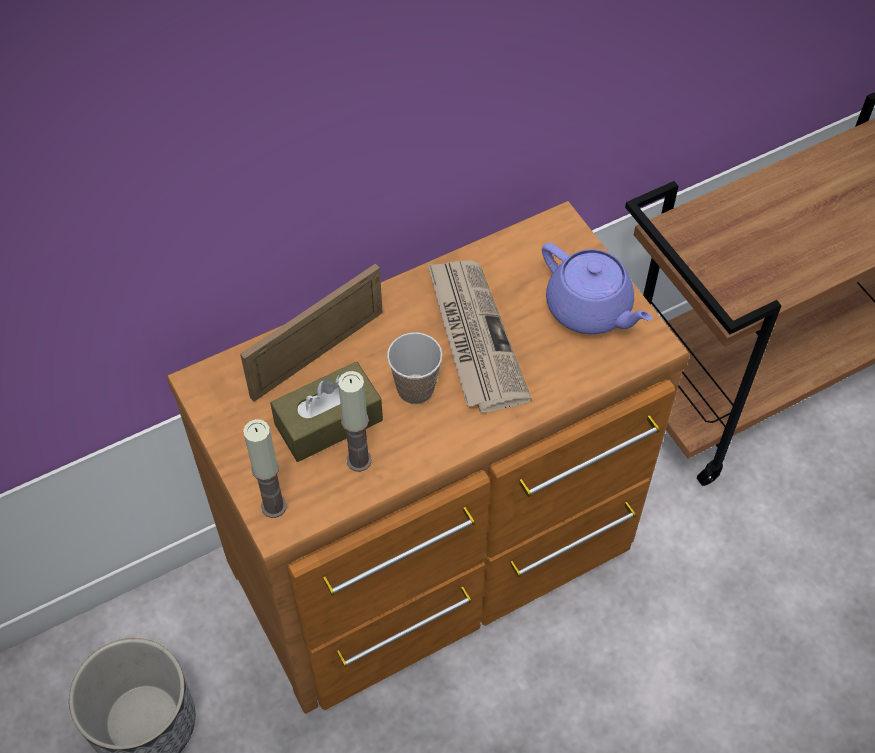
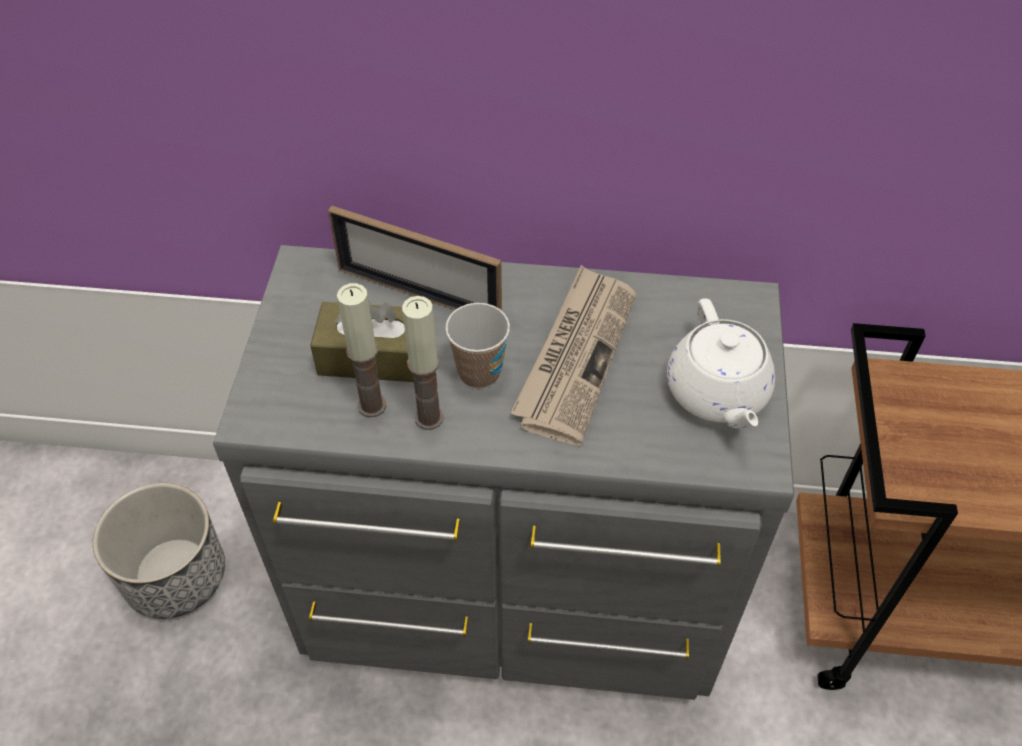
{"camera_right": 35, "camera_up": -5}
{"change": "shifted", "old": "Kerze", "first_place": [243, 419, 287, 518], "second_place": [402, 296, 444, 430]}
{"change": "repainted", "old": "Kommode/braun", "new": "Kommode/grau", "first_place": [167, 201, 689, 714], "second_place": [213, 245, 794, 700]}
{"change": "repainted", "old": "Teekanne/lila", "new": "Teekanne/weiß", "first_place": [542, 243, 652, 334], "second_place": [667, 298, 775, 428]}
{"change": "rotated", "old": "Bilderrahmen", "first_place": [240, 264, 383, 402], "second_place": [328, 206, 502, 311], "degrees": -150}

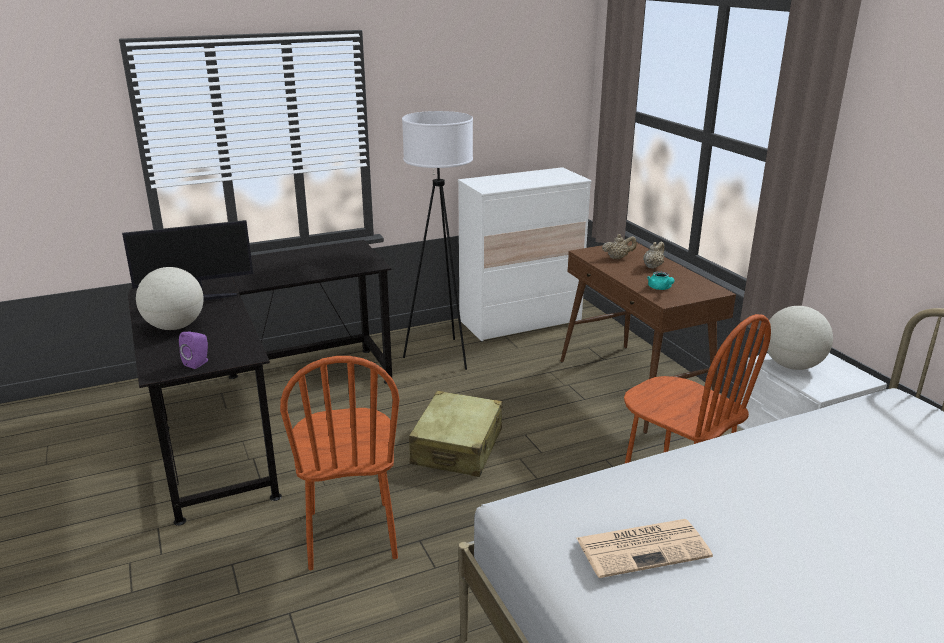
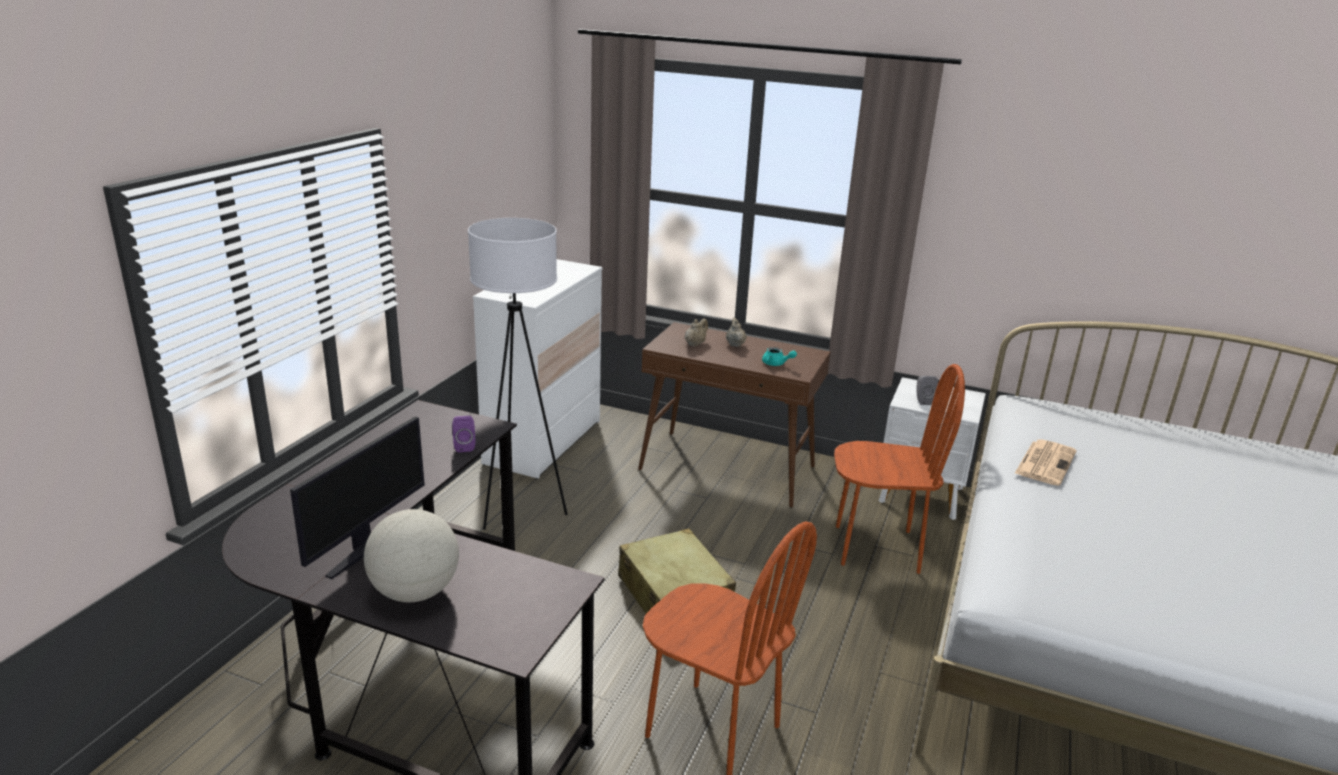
{"camera_right": -45, "camera_up": 0}
{"change": "shifted", "old": "Lautsprecher/lila", "first_place": [179, 332, 208, 369], "second_place": [452, 416, 475, 452]}
{"change": "shifted", "old": "Zeitung", "first_place": [577, 519, 713, 578], "second_place": [1014, 439, 1076, 486]}
{"change": "swapped", "old": "Globus", "new": "Lautsprecher/grau", "first_place": [764, 306, 833, 370], "second_place": [916, 376, 938, 405]}

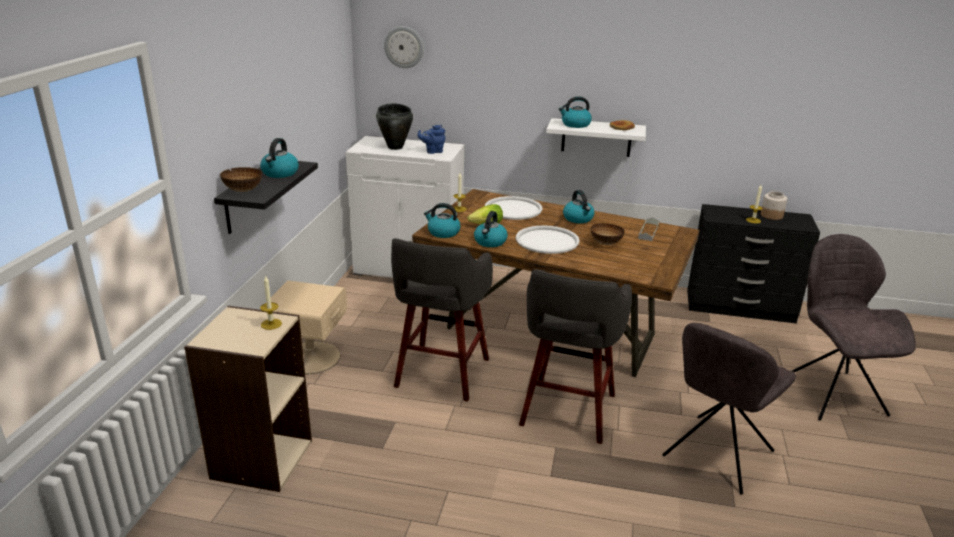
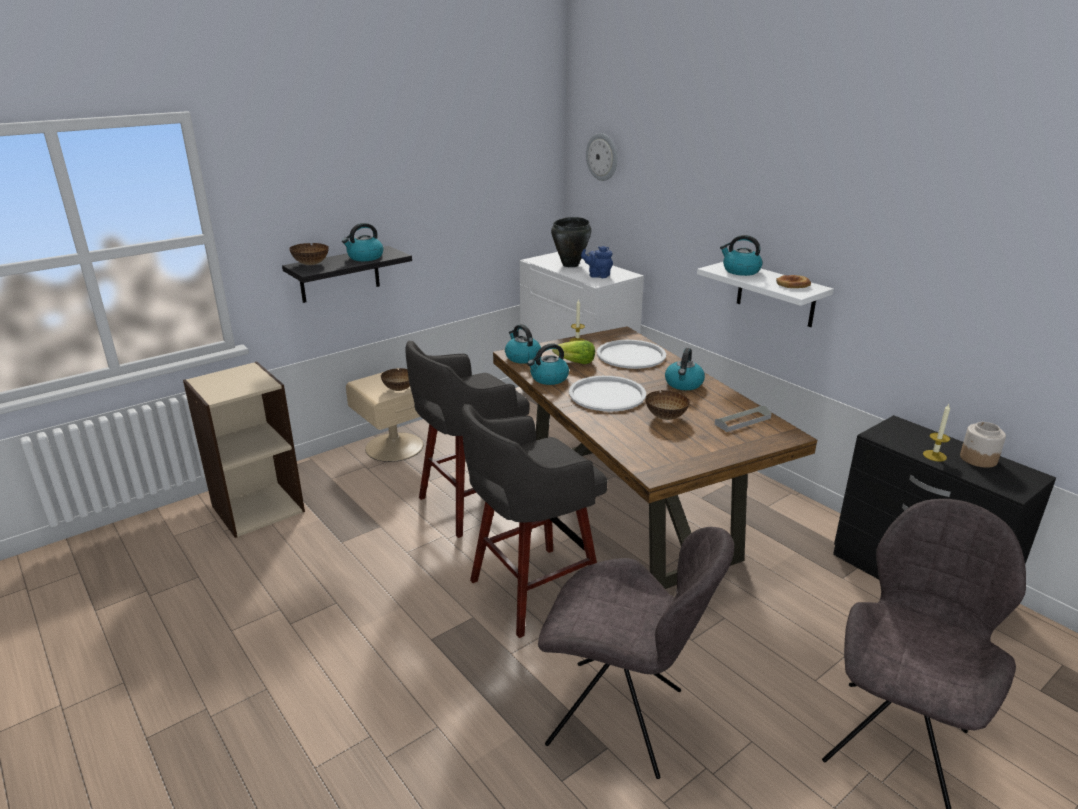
{"camera_right": 40, "camera_up": 0}
{"change": "gone", "old": "Kerze", "first_place": [260, 275, 282, 330]}
{"change": "new", "new": "Schüssel", "second_place": [381, 368, 410, 391]}
{"change": "rotated", "old": "Stuhl/grau", "first_place": [662, 323, 796, 495], "second_place": [538, 527, 734, 779], "degrees": -150}

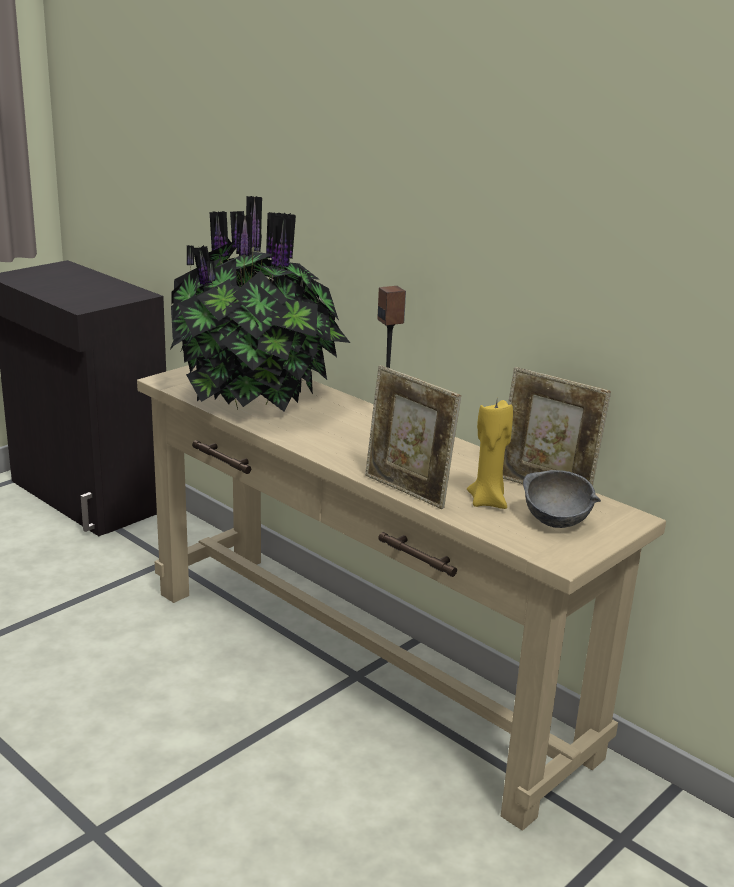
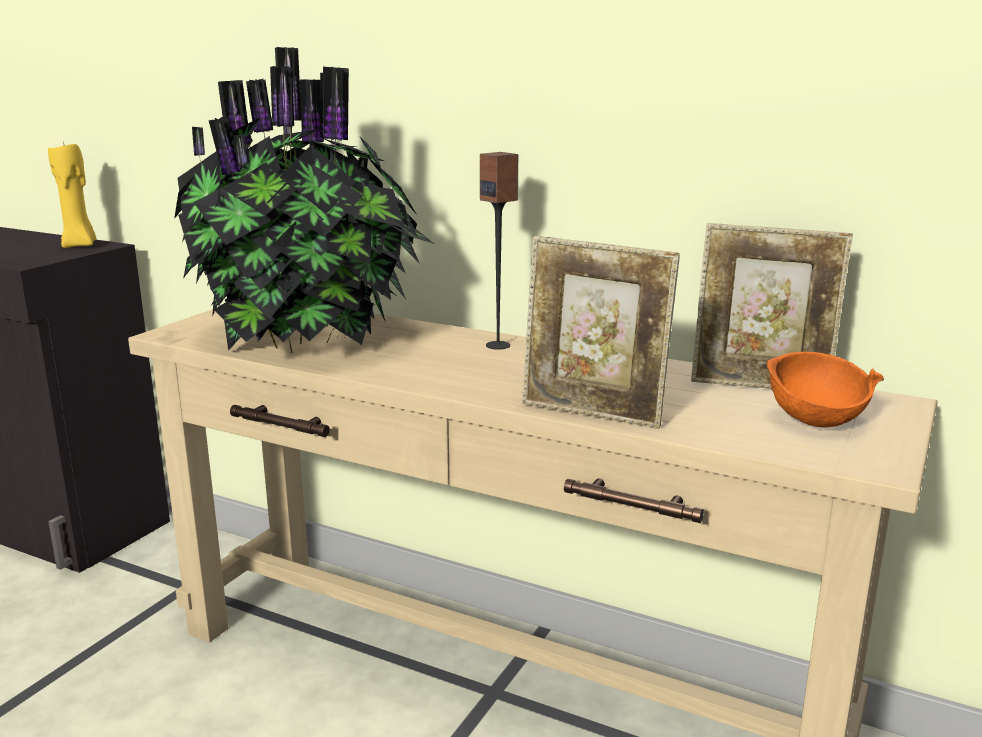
{"camera_right": -15, "camera_up": -5}
{"change": "shifted", "old": "Kerze/gelb", "first_place": [467, 400, 513, 509], "second_place": [48, 141, 97, 248]}
{"change": "repainted", "old": "Schüssel/grau", "new": "Schüssel/orange", "first_place": [523, 470, 601, 528], "second_place": [767, 352, 884, 428]}

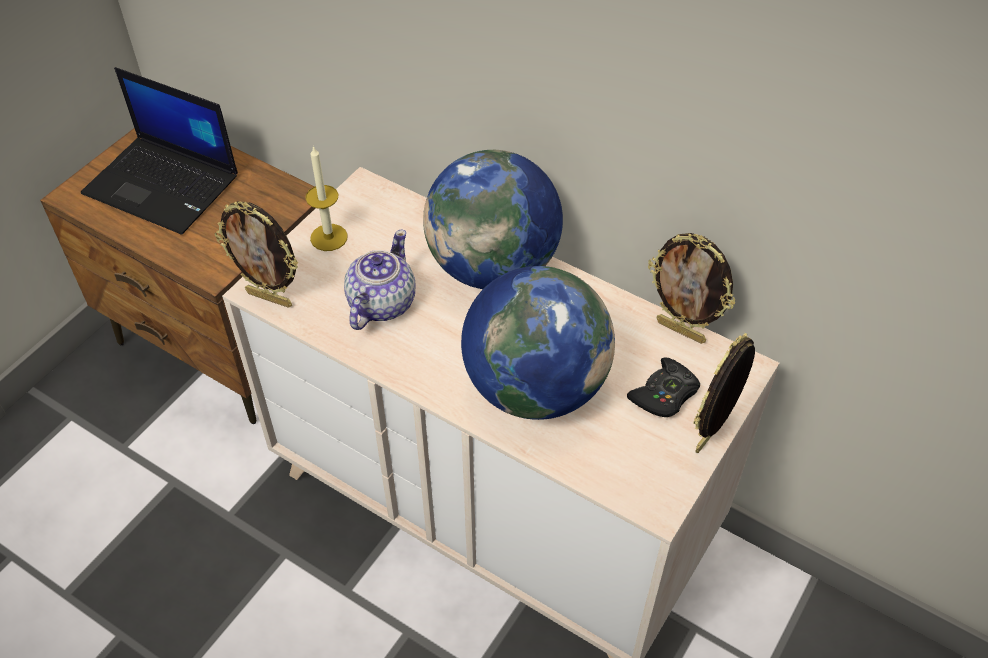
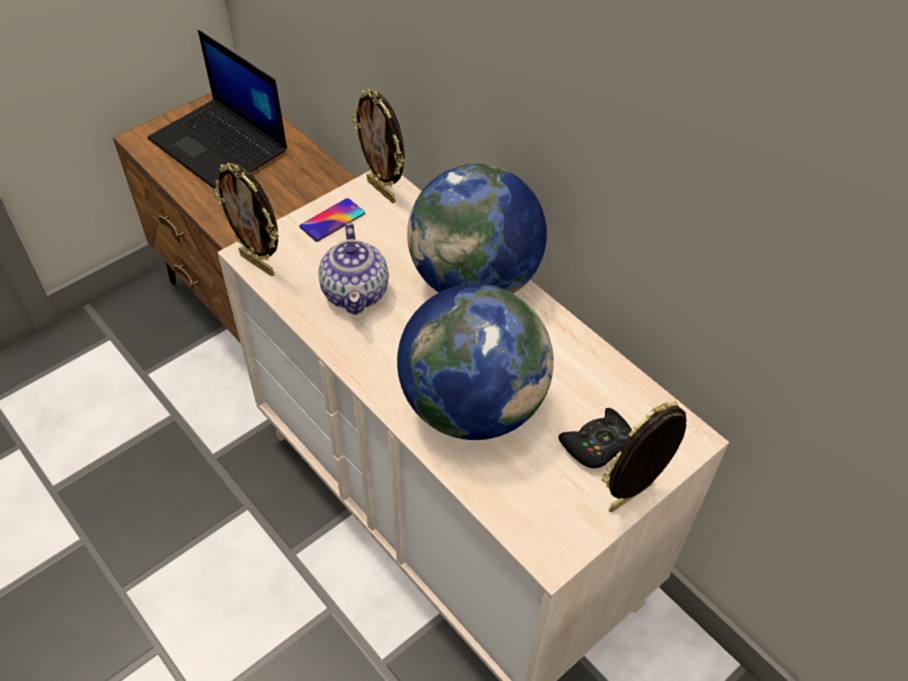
{"camera_right": 15, "camera_up": 0}
{"change": "shifted", "old": "Bilderrahmen", "first_place": [648, 233, 735, 344], "second_place": [352, 89, 405, 203]}
{"change": "swapped", "old": "Kerze", "new": "Handy", "first_place": [306, 146, 348, 251], "second_place": [299, 198, 365, 242]}
{"change": "rotated", "old": "Teekanne", "first_place": [344, 230, 415, 330], "second_place": [318, 223, 389, 315], "degrees": 135}

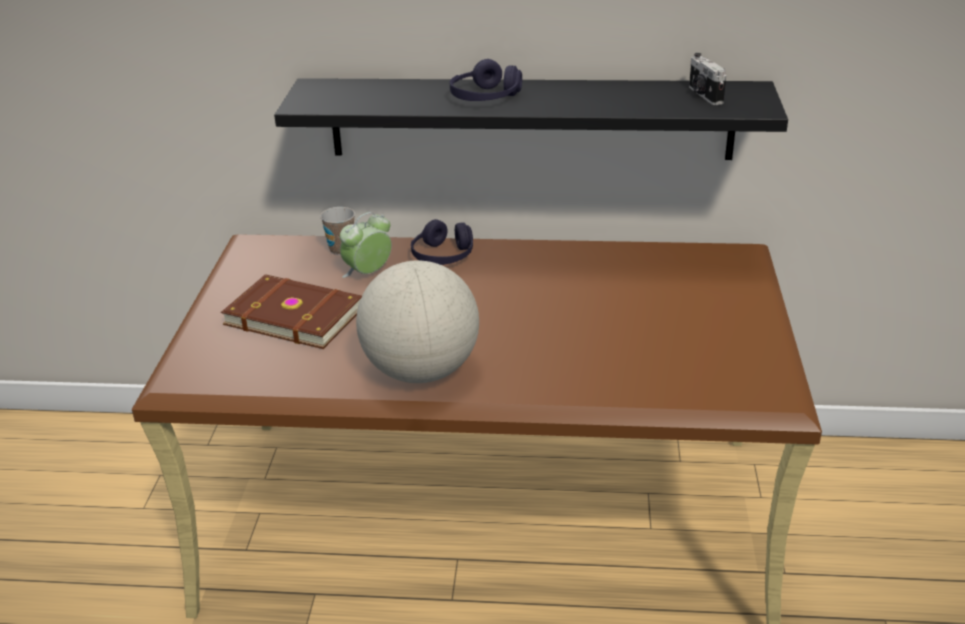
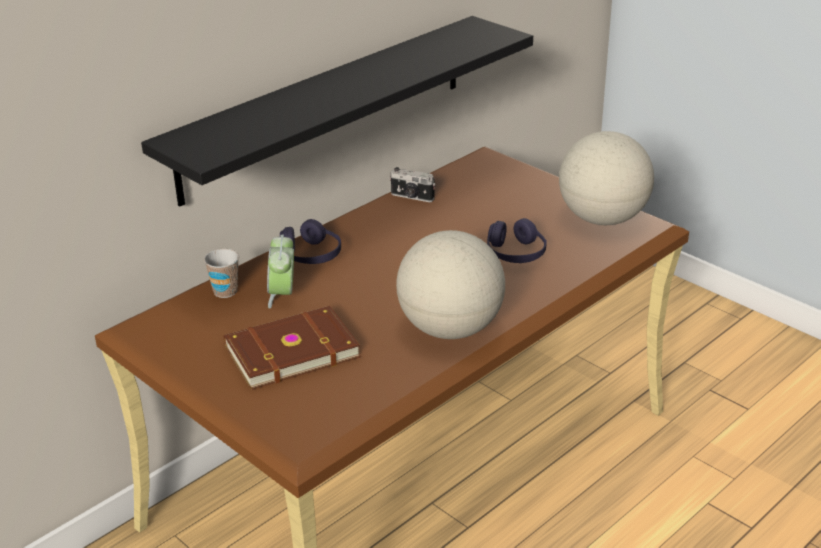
{"camera_right": -50, "camera_up": 0}
{"change": "new", "new": "Globus", "second_place": [559, 131, 654, 225]}
{"change": "shifted", "old": "Kopfhörer/lila", "first_place": [450, 59, 522, 101], "second_place": [487, 218, 547, 263]}
{"change": "shifted", "old": "Kamera", "first_place": [689, 53, 726, 105], "second_place": [390, 167, 435, 202]}

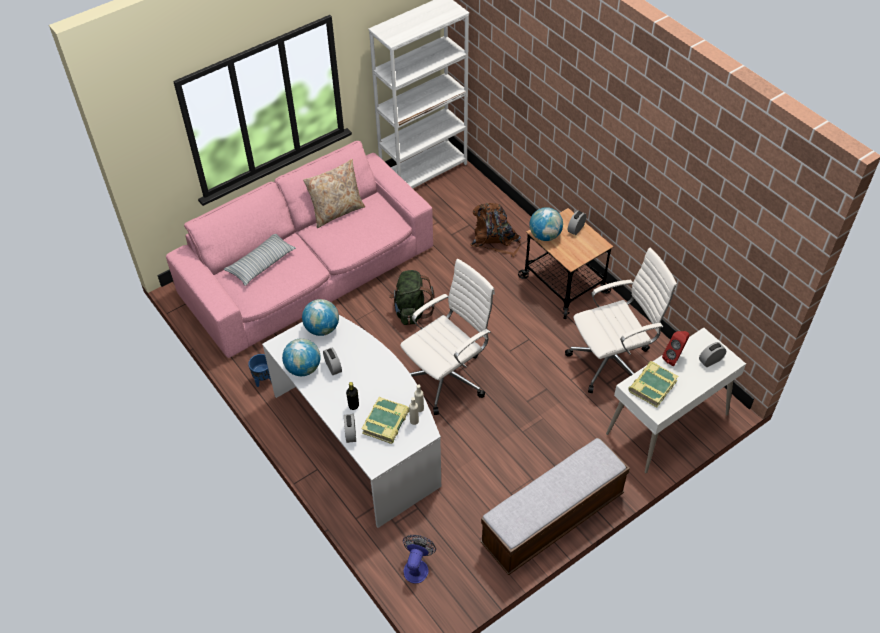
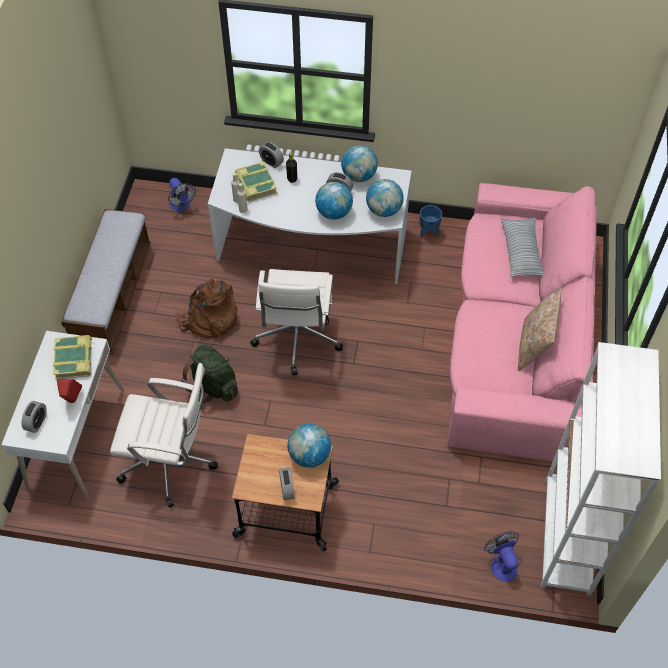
{"camera_right": 135, "camera_up": 5}
{"change": "new", "new": "Globus", "second_place": [315, 182, 353, 220]}
{"change": "new", "new": "Ventilator", "second_place": [484, 531, 519, 582]}
{"change": "shifted", "old": "Rucksack/grün", "first_place": [389, 270, 435, 325], "second_place": [181, 344, 238, 404]}
{"change": "shifted", "old": "Rucksack/braun", "first_place": [470, 203, 521, 257], "second_place": [175, 279, 237, 339]}
{"change": "rotated", "old": "Bürostuhl/weiß", "first_place": [565, 248, 677, 393], "second_place": [110, 363, 218, 508], "degrees": -105}

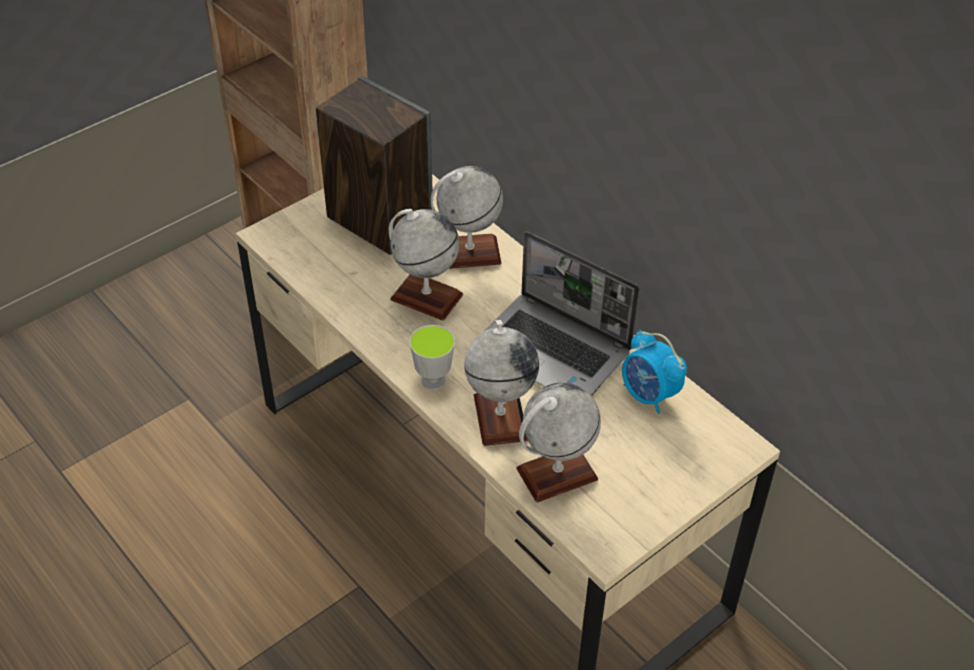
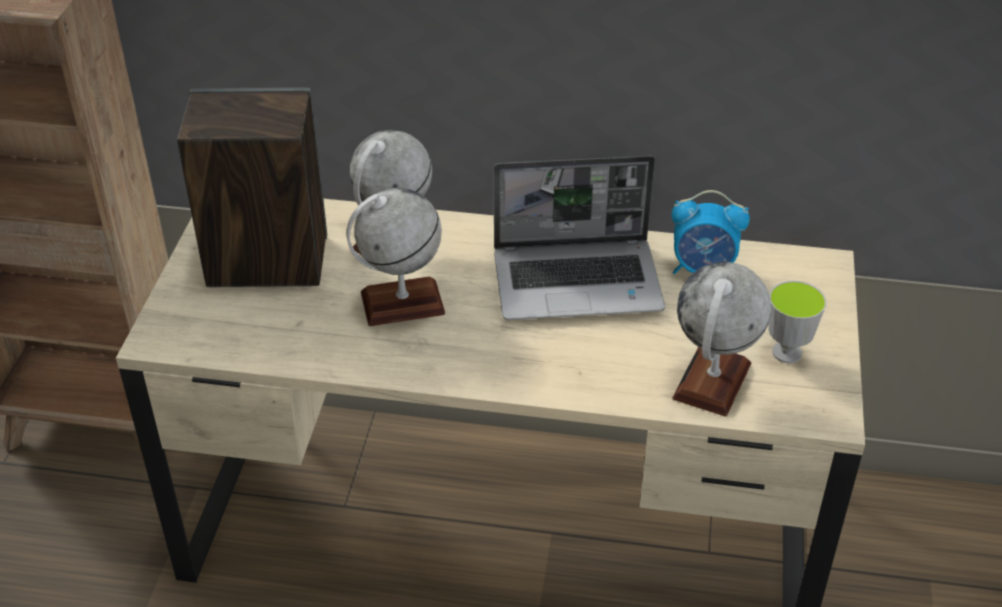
{"camera_right": -40, "camera_up": -5}
{"change": "gone", "old": "Globus", "first_place": [464, 320, 539, 446]}
{"change": "shifted", "old": "Tasse", "first_place": [409, 325, 455, 390], "second_place": [769, 281, 826, 363]}

